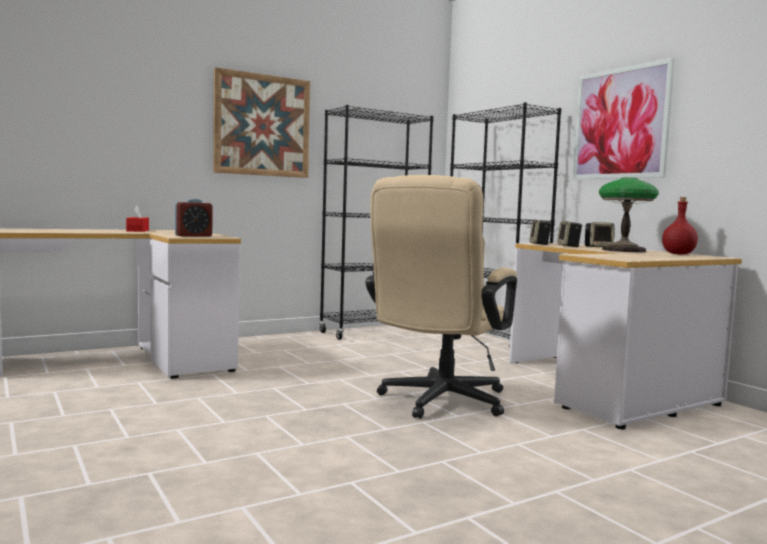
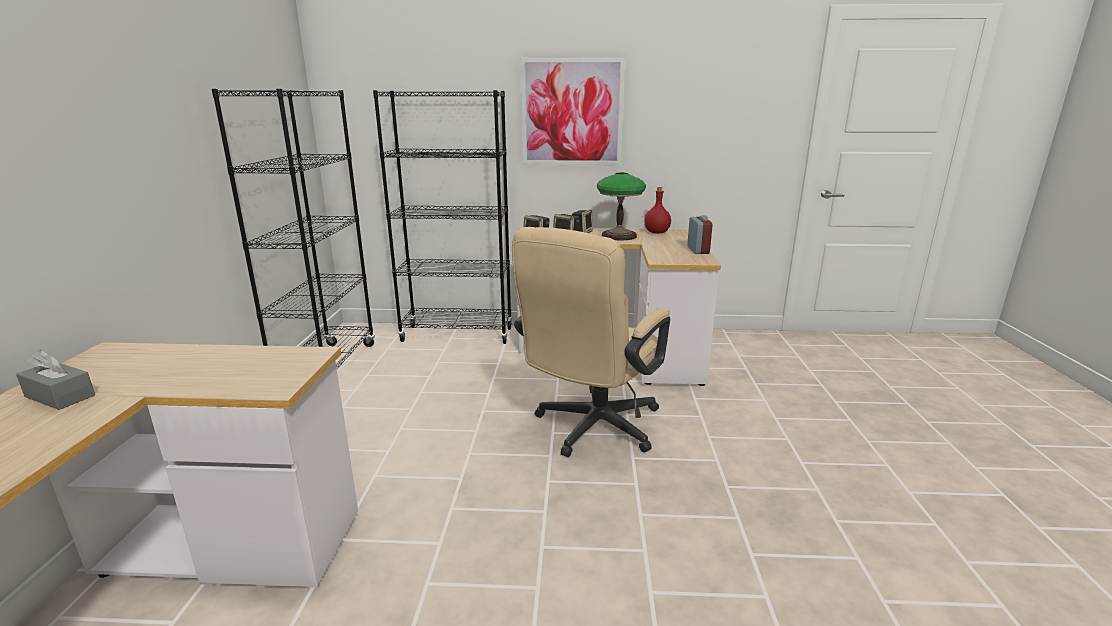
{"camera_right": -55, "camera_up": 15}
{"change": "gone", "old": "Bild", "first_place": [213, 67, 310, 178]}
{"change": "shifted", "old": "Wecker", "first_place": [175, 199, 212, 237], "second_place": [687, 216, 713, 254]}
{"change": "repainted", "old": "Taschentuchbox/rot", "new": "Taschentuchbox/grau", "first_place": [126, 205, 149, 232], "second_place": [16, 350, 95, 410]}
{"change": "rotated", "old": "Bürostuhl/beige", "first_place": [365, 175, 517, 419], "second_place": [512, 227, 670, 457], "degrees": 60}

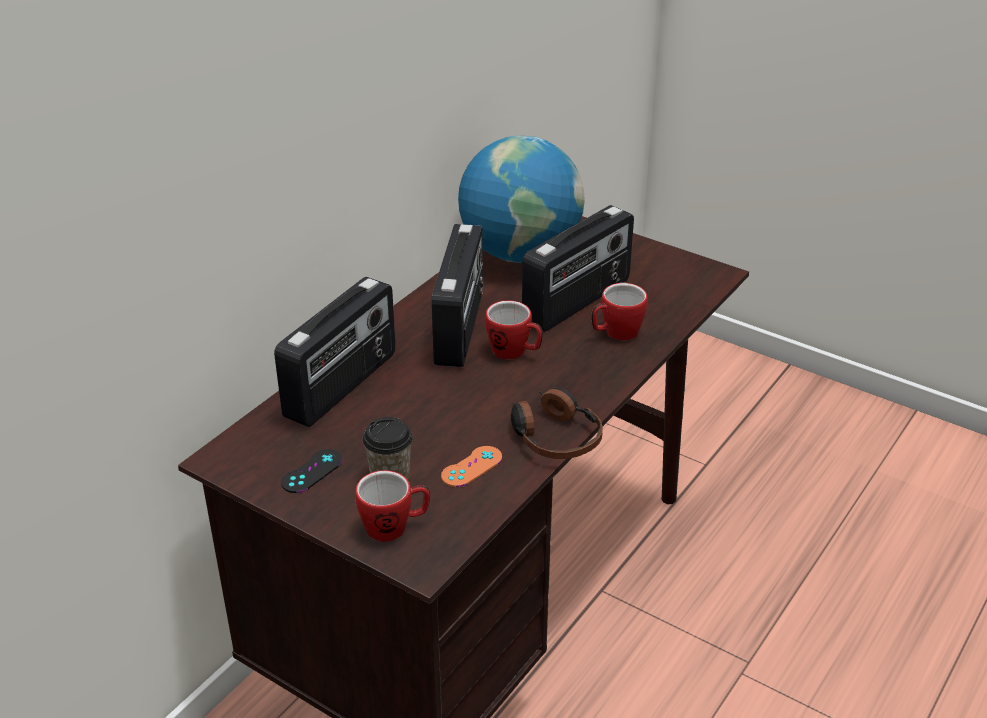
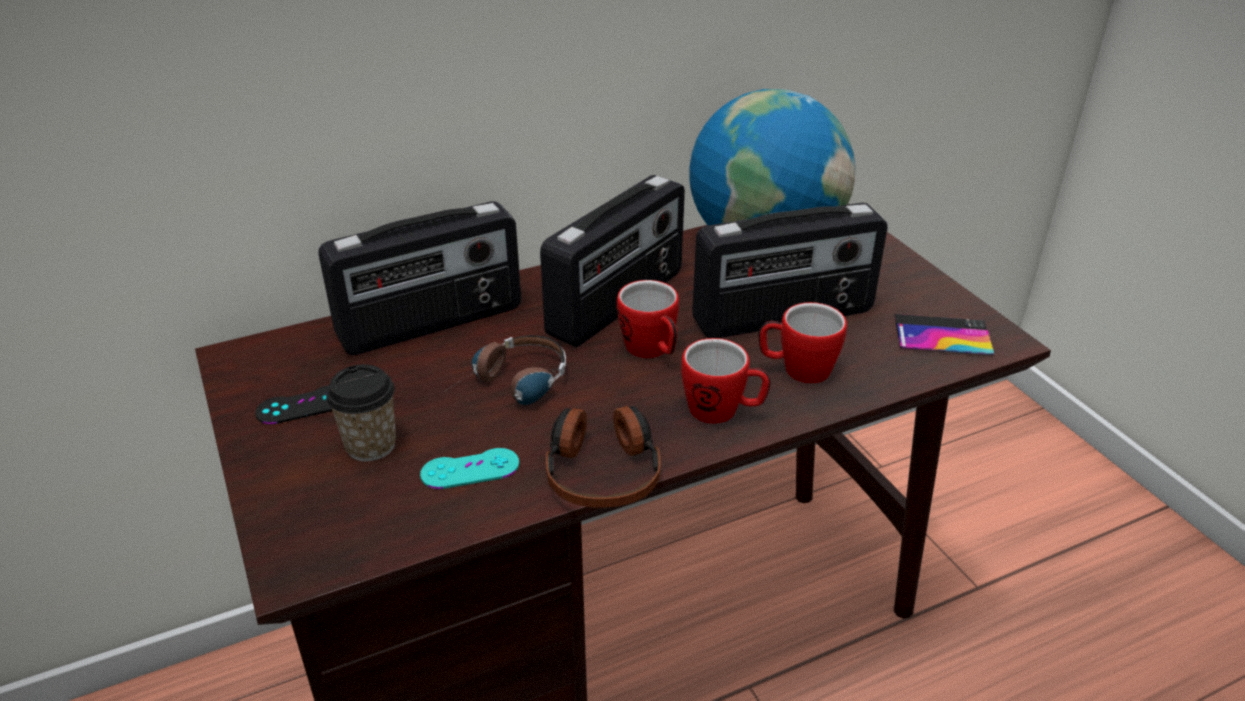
{"camera_right": 30, "camera_up": 0}
{"change": "new", "new": "Kopfhörer", "second_place": [444, 335, 566, 405]}
{"change": "new", "new": "Handy", "second_place": [895, 314, 994, 355]}
{"change": "shifted", "old": "Henkelbecher", "first_place": [355, 470, 430, 542], "second_place": [681, 338, 771, 424]}
{"change": "repainted", "old": "Gamepad/orange", "new": "Gamepad/türkis", "first_place": [441, 446, 502, 487], "second_place": [420, 448, 519, 489]}

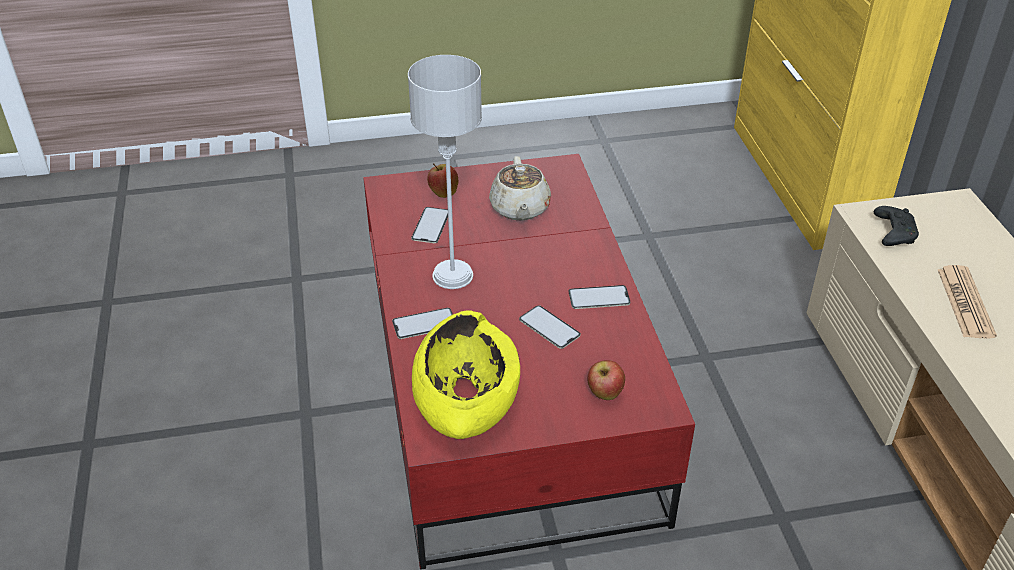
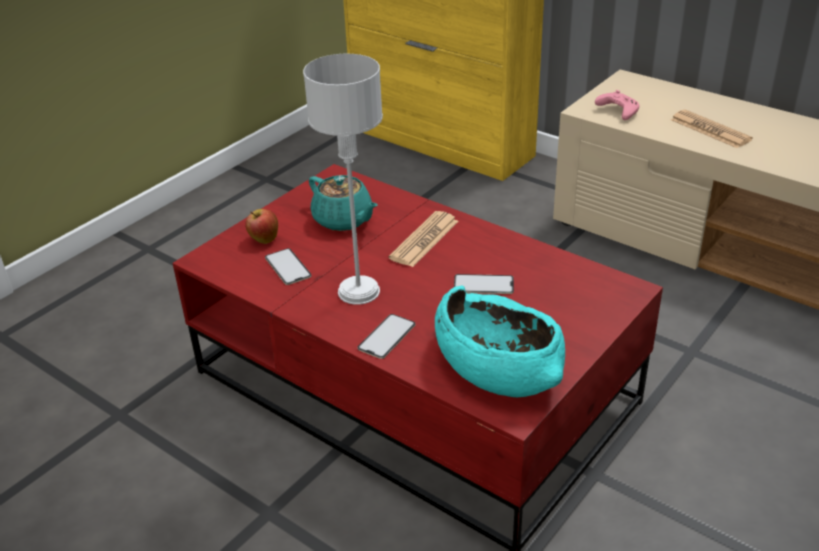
{"camera_right": -40, "camera_up": -5}
{"change": "gone", "old": "Handy", "first_place": [569, 285, 630, 309]}
{"change": "gone", "old": "Apfel", "first_place": [587, 360, 625, 400]}
{"change": "new", "new": "Zeitung", "second_place": [388, 211, 458, 267]}
{"change": "repainted", "old": "Schüssel/gelb", "new": "Schüssel/türkis", "first_place": [412, 310, 520, 439], "second_place": [435, 286, 565, 397]}
{"change": "repainted", "old": "Teekanne/beige", "new": "Teekanne/türkis", "first_place": [489, 156, 551, 221], "second_place": [309, 175, 378, 231]}
{"change": "repainted", "old": "Gamepad/schwarz", "new": "Gamepad/rosa", "first_place": [874, 206, 919, 246], "second_place": [595, 90, 640, 120]}

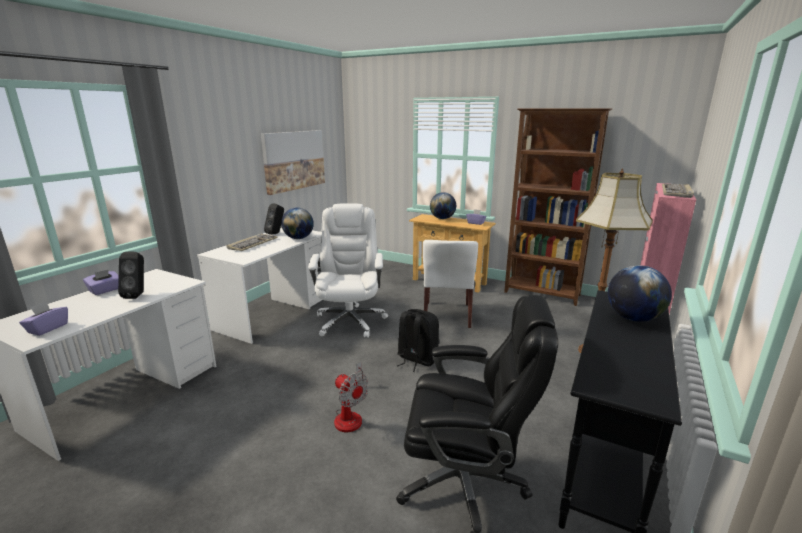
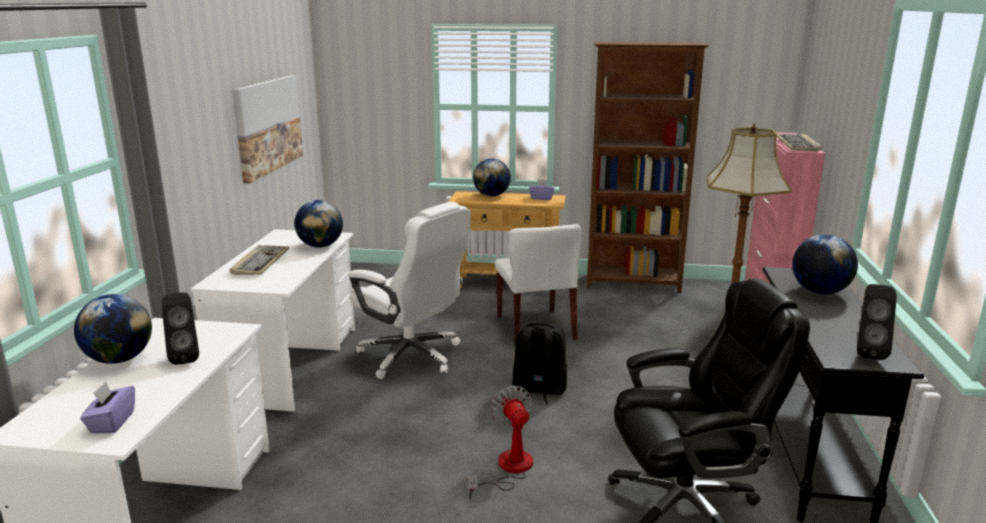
{"camera_right": -20, "camera_up": 0}
{"change": "shifted", "old": "Lautsprecher/schwarz", "first_place": [264, 203, 284, 235], "second_place": [857, 284, 897, 360]}
{"change": "swapped", "old": "Taschentuchbox/lila", "new": "Globus", "first_place": [83, 269, 119, 295], "second_place": [74, 294, 152, 364]}
{"change": "rotated", "old": "Bürostuhl/weiß", "first_place": [308, 203, 388, 338], "second_place": [348, 202, 471, 379], "degrees": 150}
{"change": "rotated", "old": "Ventilator", "first_place": [334, 362, 368, 432], "second_place": [468, 386, 533, 500], "degrees": -135}

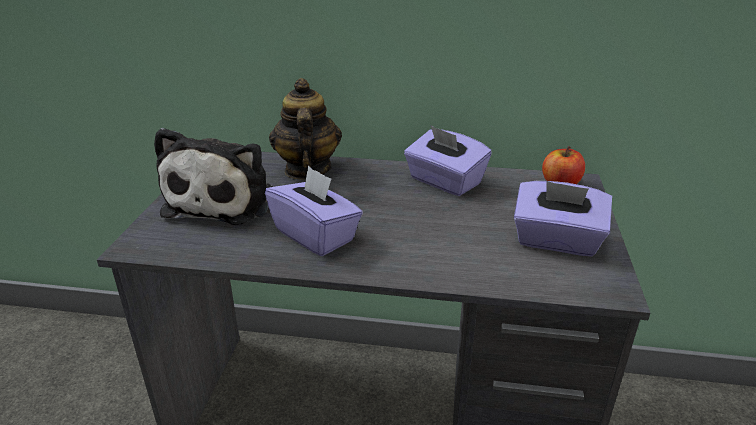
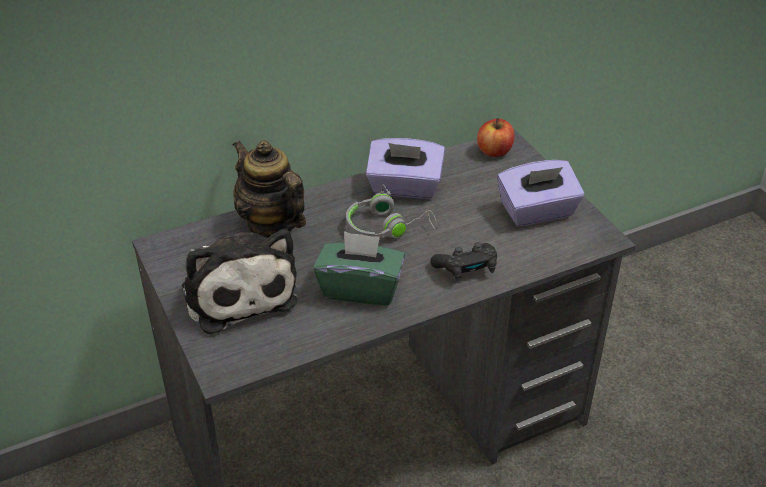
{"camera_right": -35, "camera_up": 10}
{"change": "new", "new": "Kopfhörer/grau", "second_place": [346, 184, 437, 239]}
{"change": "new", "new": "Gamepad/schwarz", "second_place": [431, 242, 497, 282]}
{"change": "repainted", "old": "Taschentuchbox/lila", "new": "Taschentuchbox/grün", "first_place": [265, 166, 363, 256], "second_place": [313, 231, 405, 305]}

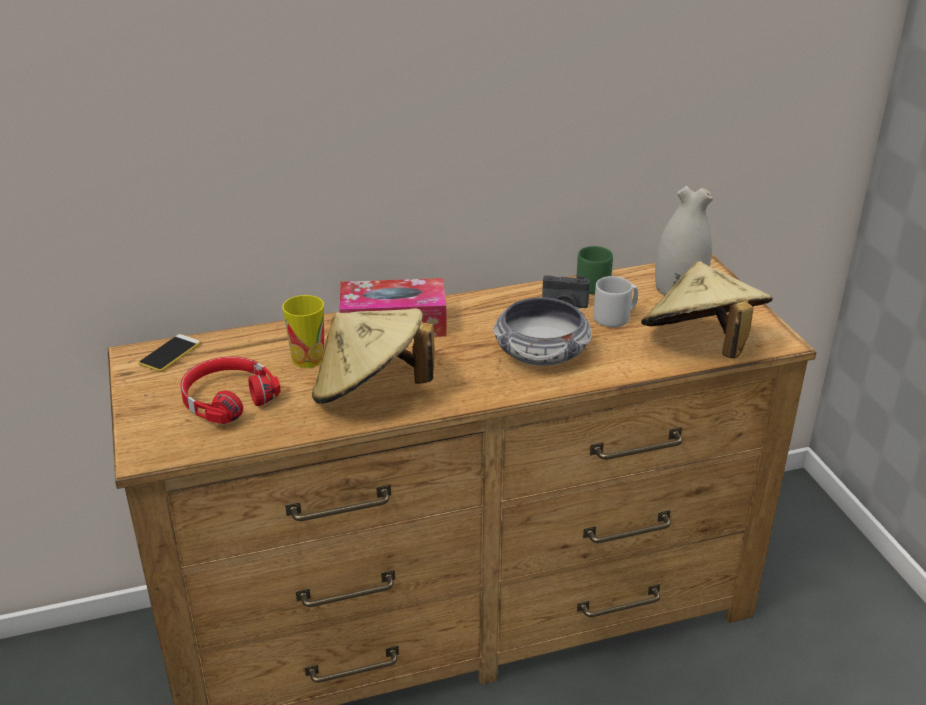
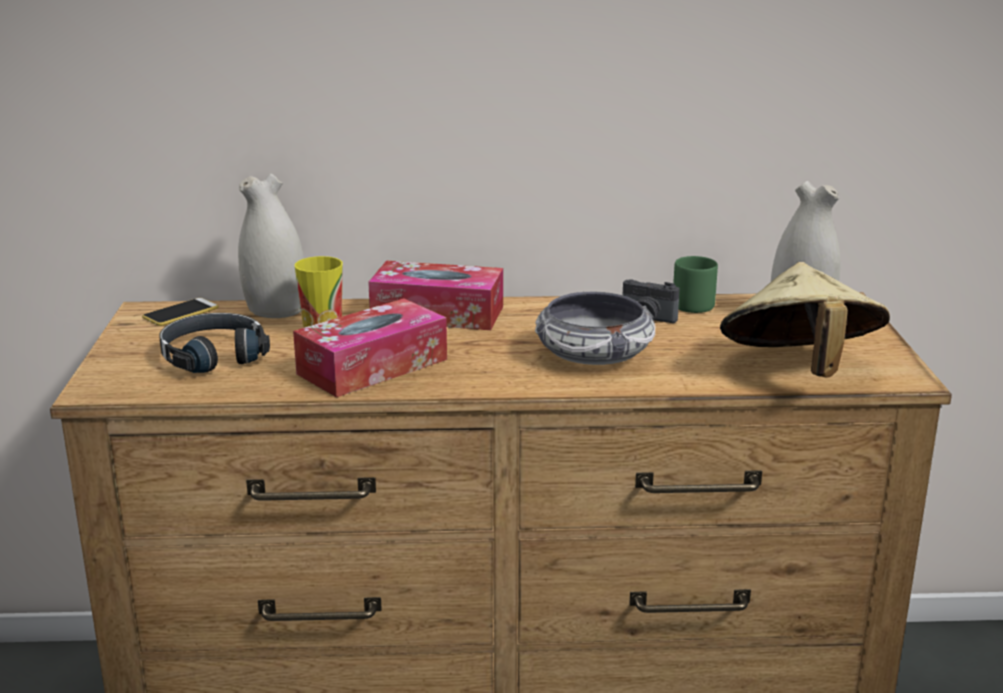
{"camera_right": 15, "camera_up": -10}
{"change": "gone", "old": "Henkelbecher/grau", "first_place": [593, 276, 638, 327]}
{"change": "new", "new": "Vase/weiß", "second_place": [238, 173, 304, 318]}
{"change": "swapped", "old": "Hut/beige", "new": "Taschentuchbox", "first_place": [312, 308, 435, 404], "second_place": [293, 298, 447, 397]}
{"change": "repainted", "old": "Kopfhörer/rot", "new": "Kopfhörer/schwarz", "first_place": [180, 356, 281, 424], "second_place": [159, 313, 270, 373]}

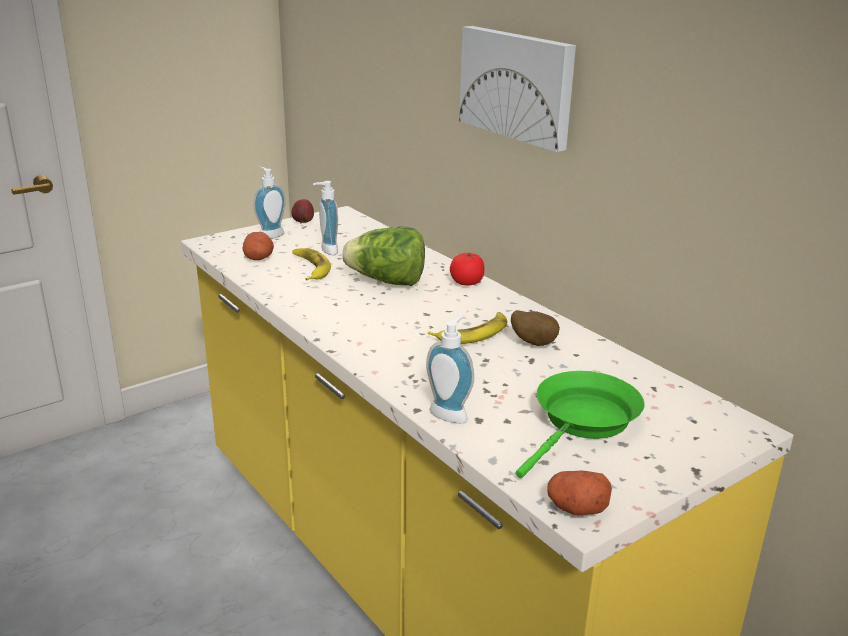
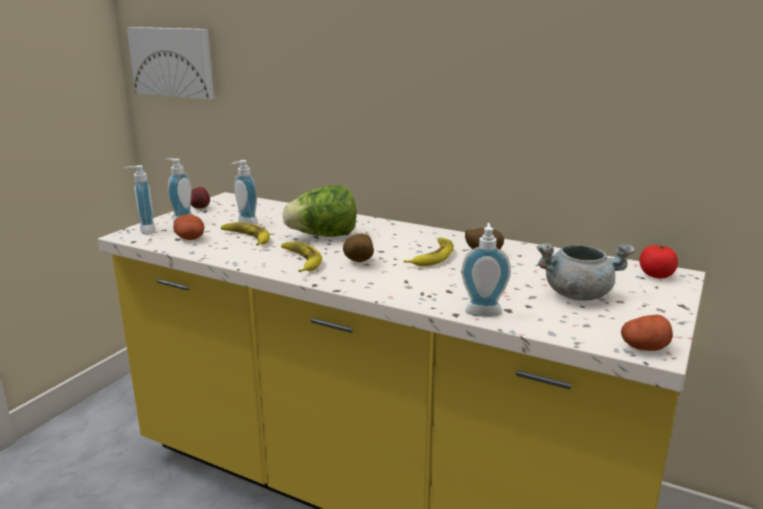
{"camera_right": -25, "camera_up": -5}
{"change": "new", "new": "Seifenspender", "second_place": [124, 165, 155, 235]}
{"change": "new", "new": "Banane", "second_place": [281, 241, 322, 272]}
{"change": "new", "new": "Kartoffel", "second_place": [343, 234, 374, 262]}
{"change": "shifted", "old": "Tomate", "first_place": [450, 253, 485, 285], "second_place": [639, 245, 678, 278]}
{"change": "shifted", "old": "Bild", "first_place": [459, 26, 576, 152], "second_place": [127, 27, 214, 99]}
{"change": "swapped", "old": "Pfanne/grün", "new": "Kochtopf/grau", "first_place": [516, 371, 645, 478], "second_place": [537, 242, 635, 301]}

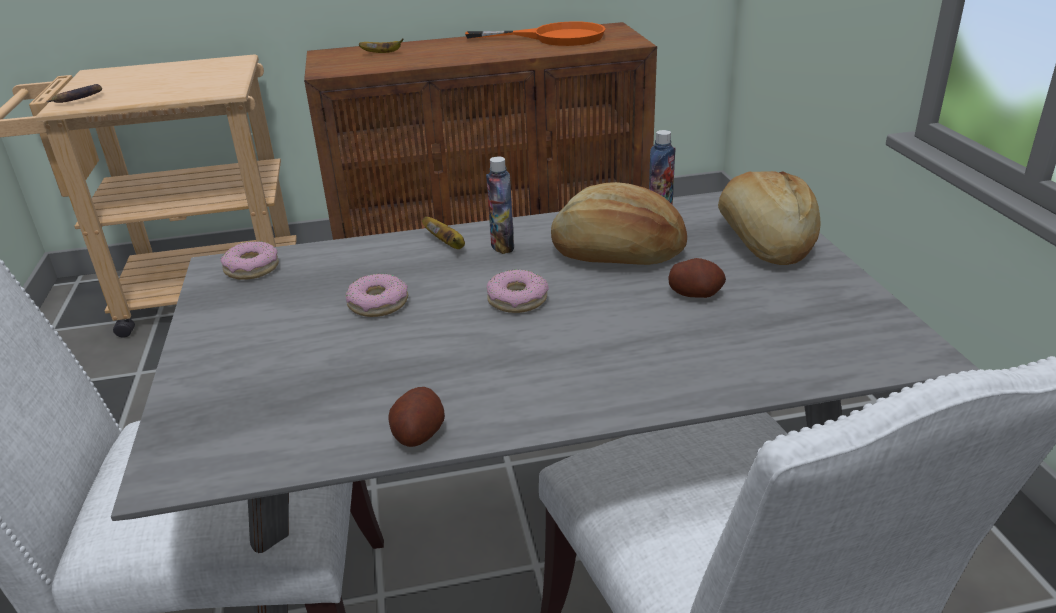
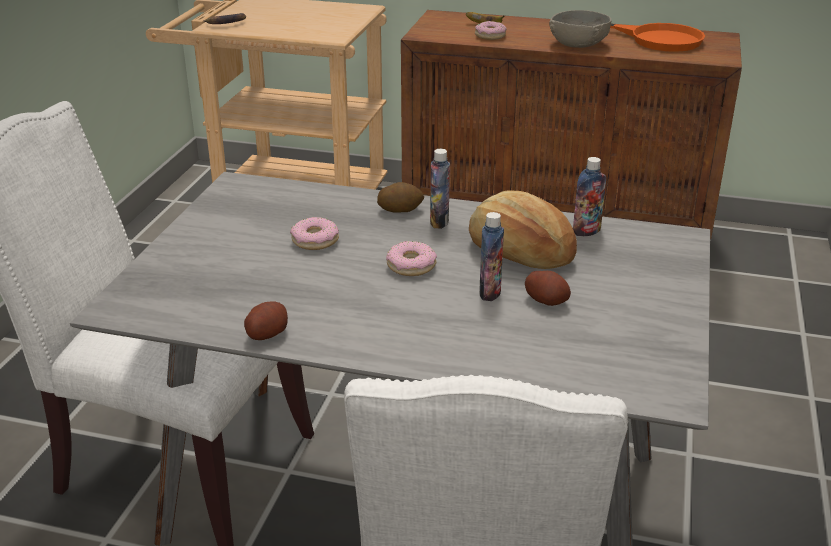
{"camera_right": 25, "camera_up": 0}
{"change": "gone", "old": "Brot", "first_place": [718, 171, 821, 265]}
{"change": "new", "new": "Flasche", "second_place": [479, 212, 504, 301]}
{"change": "new", "new": "Schüssel/grau", "second_place": [549, 10, 611, 48]}
{"change": "shifted", "old": "Donut", "first_place": [221, 241, 279, 280], "second_place": [475, 21, 507, 40]}
{"change": "swapped", "old": "Banane", "new": "Kartoffel", "first_place": [422, 217, 465, 249], "second_place": [377, 182, 424, 213]}

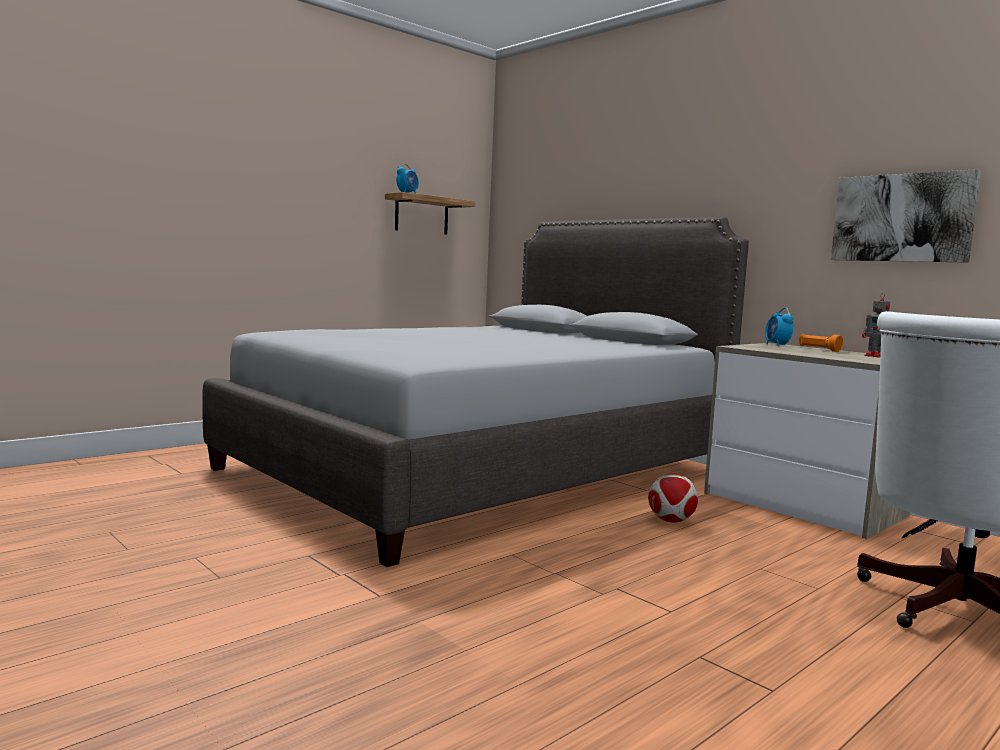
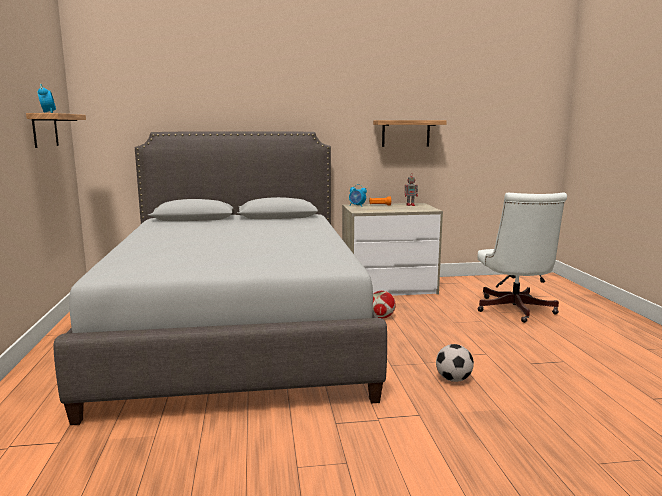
{"camera_right": -55, "camera_up": 5}
{"change": "new", "new": "Fußball", "second_place": [436, 344, 474, 382]}
{"change": "swapped", "old": "Bild", "new": "Wandregal", "first_place": [831, 169, 981, 263], "second_place": [373, 120, 447, 147]}

